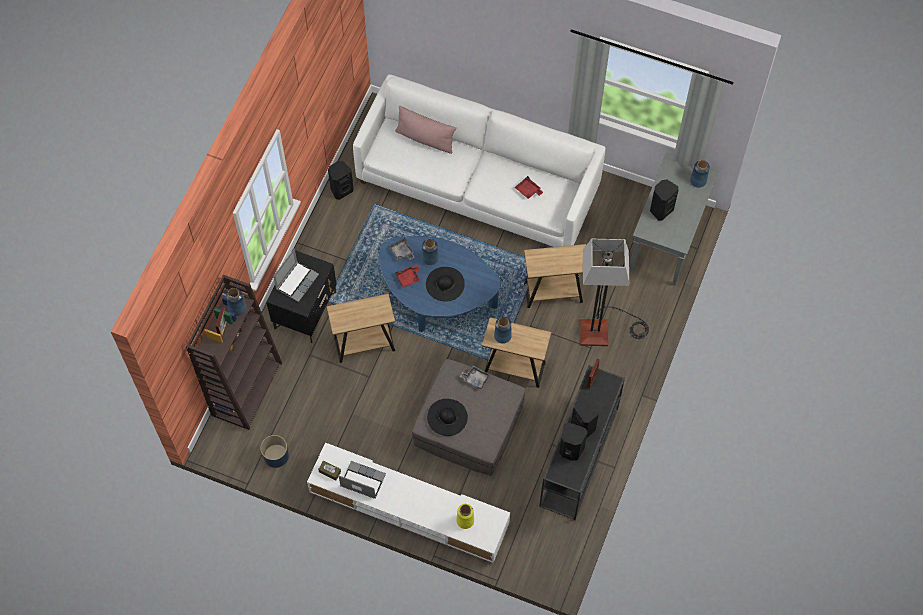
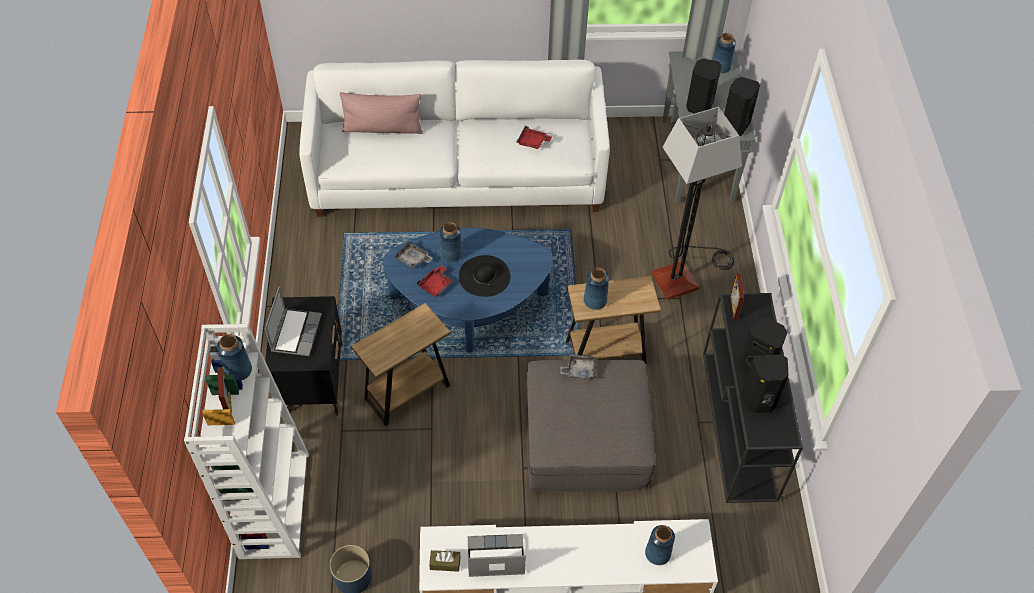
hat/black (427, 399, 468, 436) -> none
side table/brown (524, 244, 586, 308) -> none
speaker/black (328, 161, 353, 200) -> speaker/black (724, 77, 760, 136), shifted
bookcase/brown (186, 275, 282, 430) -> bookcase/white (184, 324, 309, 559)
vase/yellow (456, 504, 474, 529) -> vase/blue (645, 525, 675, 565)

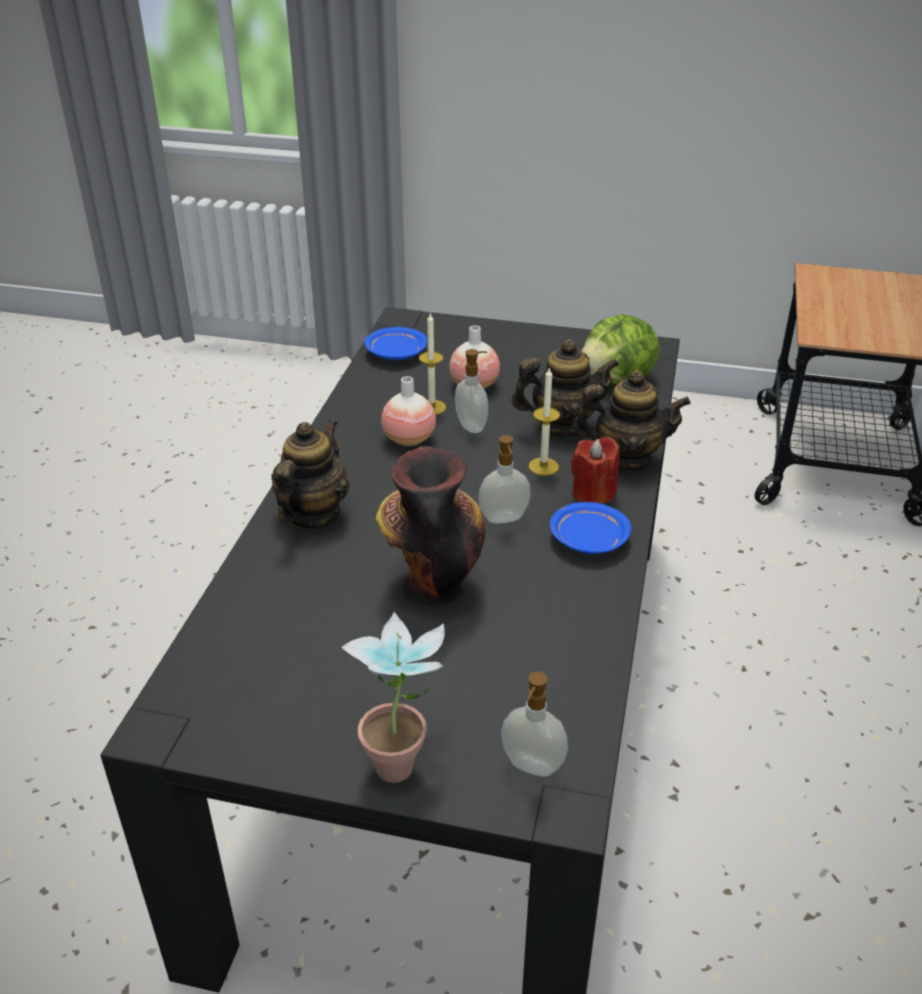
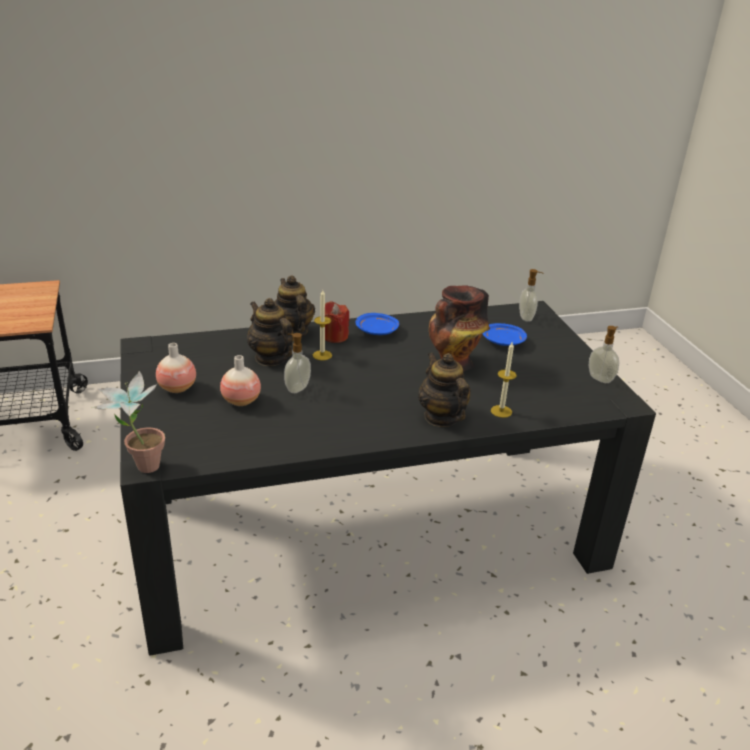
lettuce (582, 314, 660, 384) -> none
potted plant (342, 612, 445, 783) -> potted plant (92, 371, 165, 473), shifted
plate/blue (364, 327, 427, 360) -> plate/blue (482, 323, 527, 346), shifted
vase (381, 376, 436, 446) -> vase (156, 343, 196, 393), shifted
candle (419, 312, 446, 415) -> candle (491, 342, 517, 418), shifted
soap dispenser (478, 435, 531, 524) -> soap dispenser (589, 326, 619, 383), shifted
teapot (271, 419, 350, 529) -> teapot (418, 353, 471, 427), 75 degrees clockwise

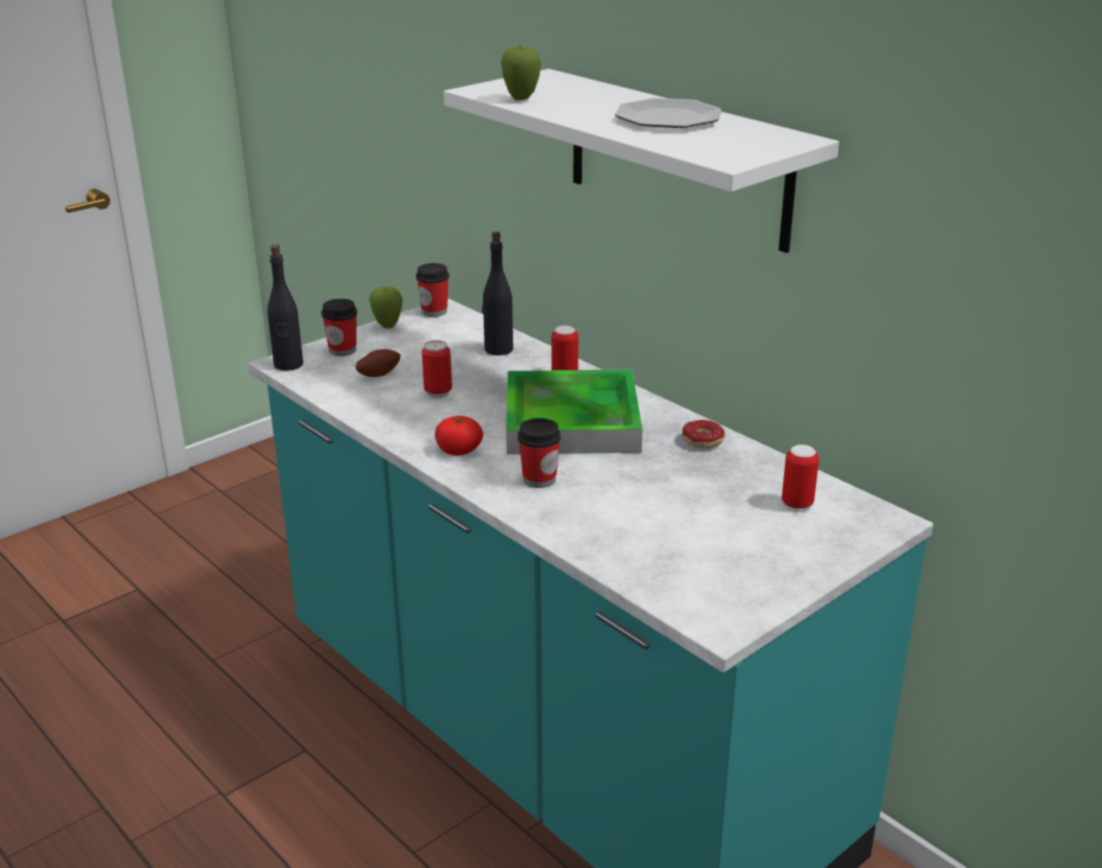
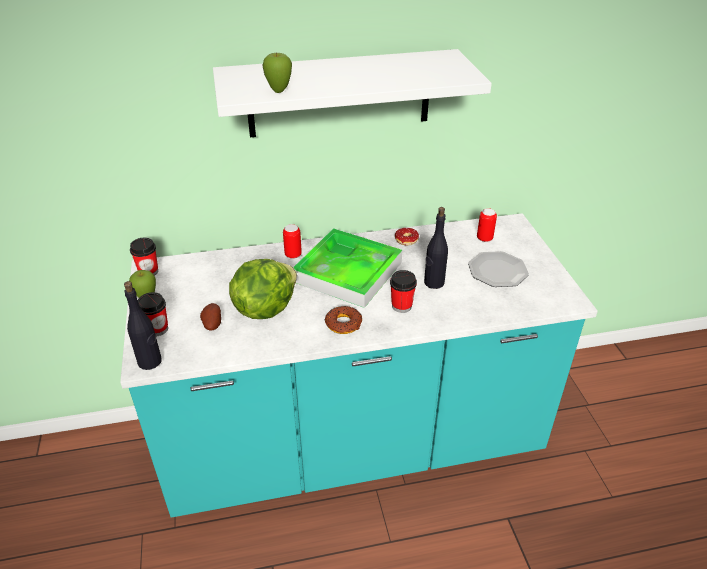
bottle/black (482, 231, 513, 356) -> bottle/black (424, 207, 448, 289), shifted
plate (615, 98, 721, 128) -> plate (468, 251, 529, 287), shifted
can (422, 340, 452, 398) -> lettuce (229, 259, 297, 319)
tomato (435, 416, 483, 456) -> donut (325, 306, 362, 334)

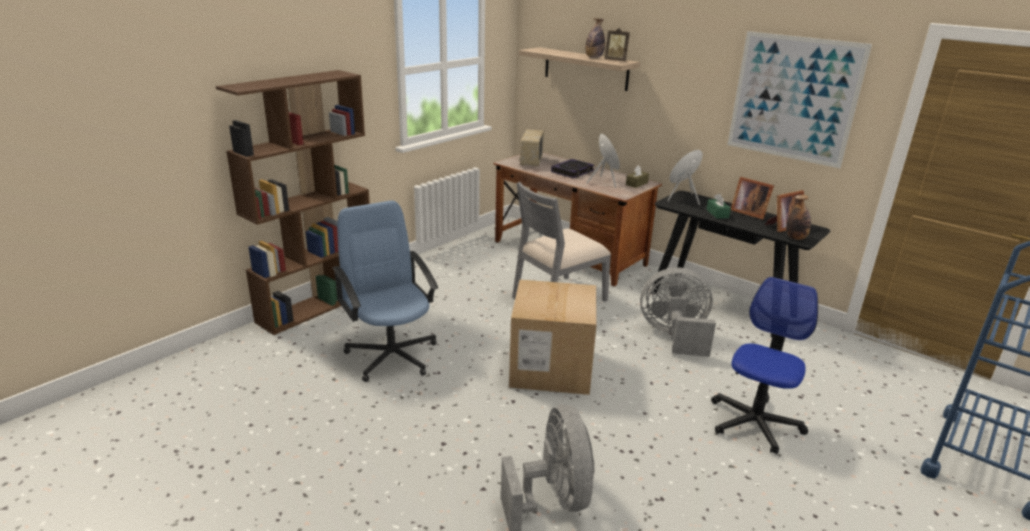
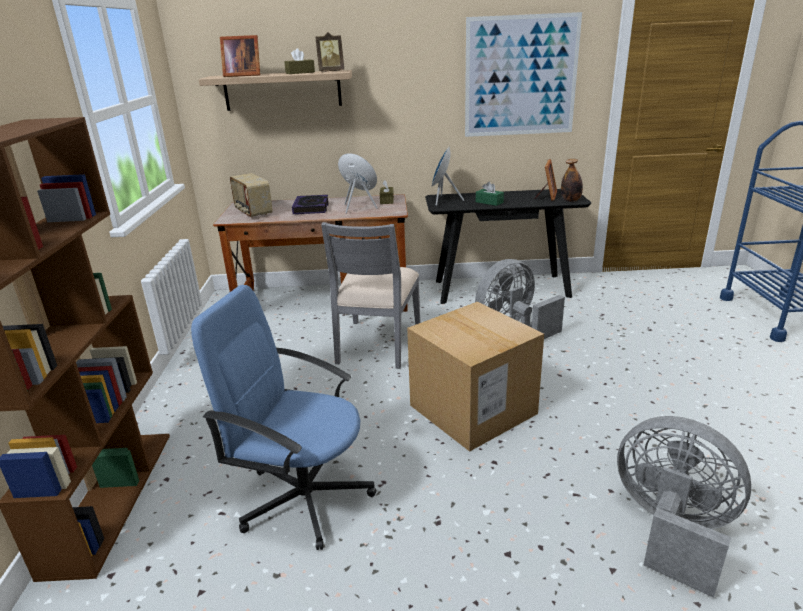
office chair (711, 277, 818, 455) -> none
picture frame (731, 177, 774, 220) -> picture frame (220, 35, 260, 77), shifted
bottle (585, 18, 605, 58) -> tissue box/brown (284, 48, 315, 74)

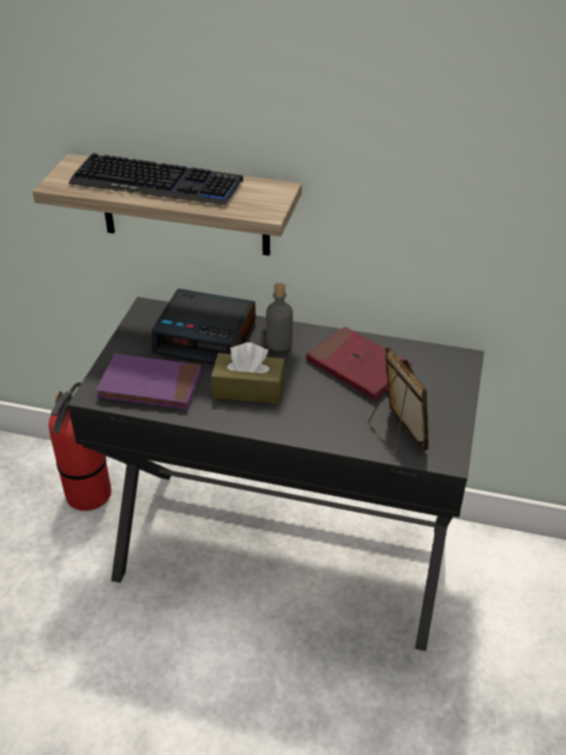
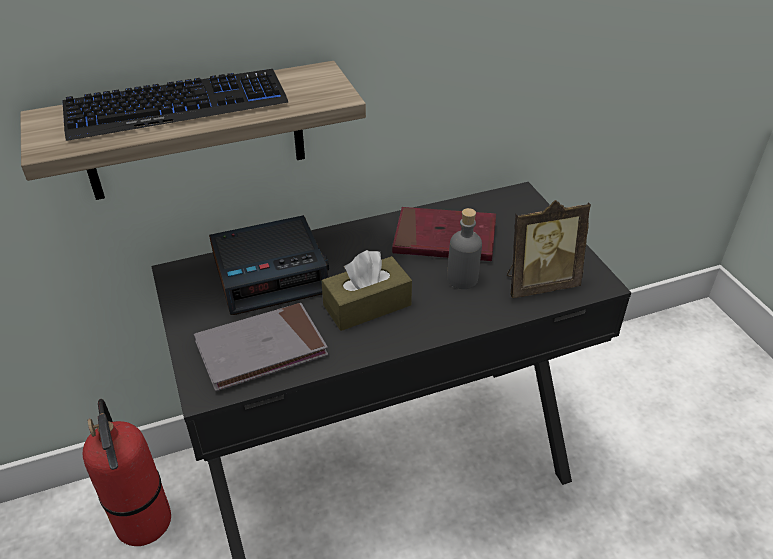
bottle/grey (266, 283, 293, 351) -> bottle/grey (447, 208, 482, 289), shifted
book/purple (96, 353, 202, 410) -> book/grey (194, 303, 328, 391)
picture frame (369, 346, 429, 456) -> picture frame (507, 200, 591, 298), 135 degrees clockwise

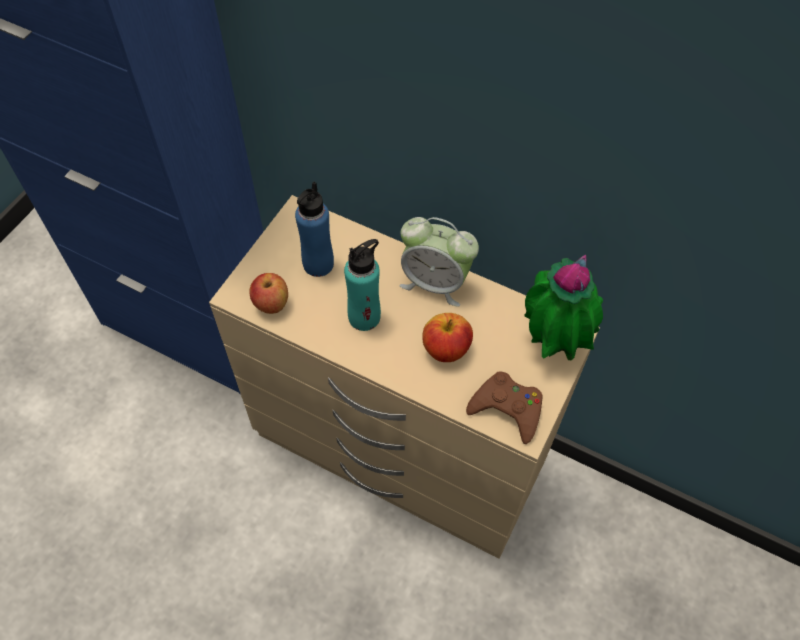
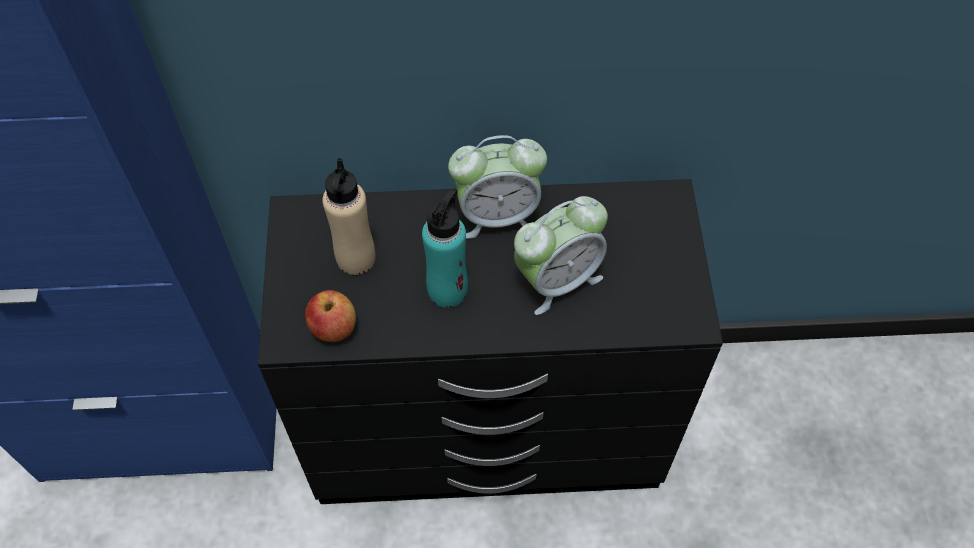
game controller/brown (466, 371, 542, 444) -> none
potted plant (524, 255, 603, 360) -> none
apple (422, 313, 473, 362) -> alarm clock (514, 196, 608, 315)
dresser/beige (209, 195, 600, 559) -> dresser/black (258, 179, 723, 504)
bottle/blue (295, 182, 334, 277) -> bottle/beige (322, 158, 376, 275)

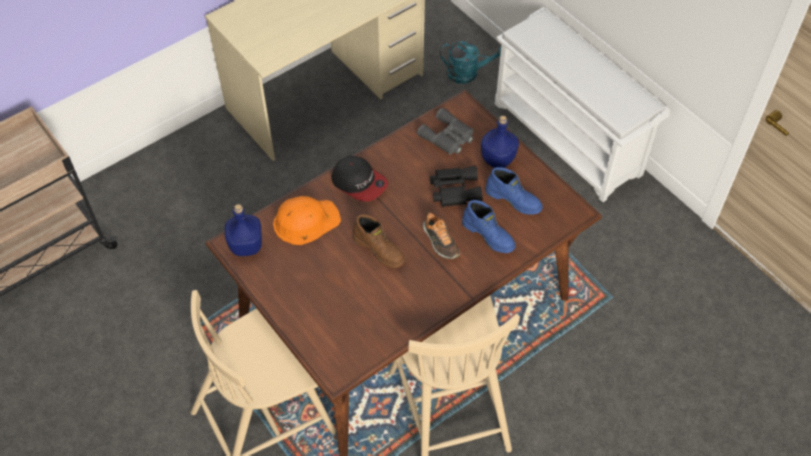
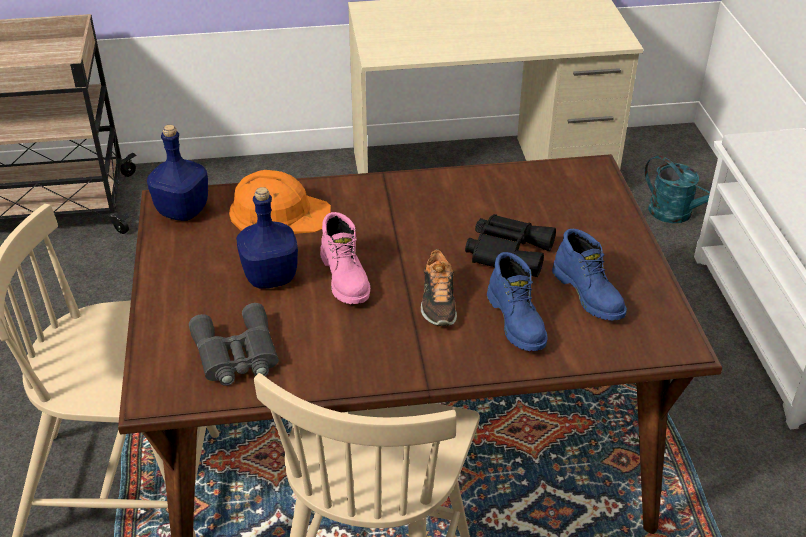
cap (331, 156, 388, 202) -> none
binoculars/grey (417, 108, 474, 154) -> binoculars/grey (189, 303, 279, 386), shifted
bottle/blue (481, 116, 519, 168) -> bottle/blue (236, 187, 298, 289), shifted
boot/brown (353, 214, 405, 268) -> boot/pink (320, 212, 370, 304)

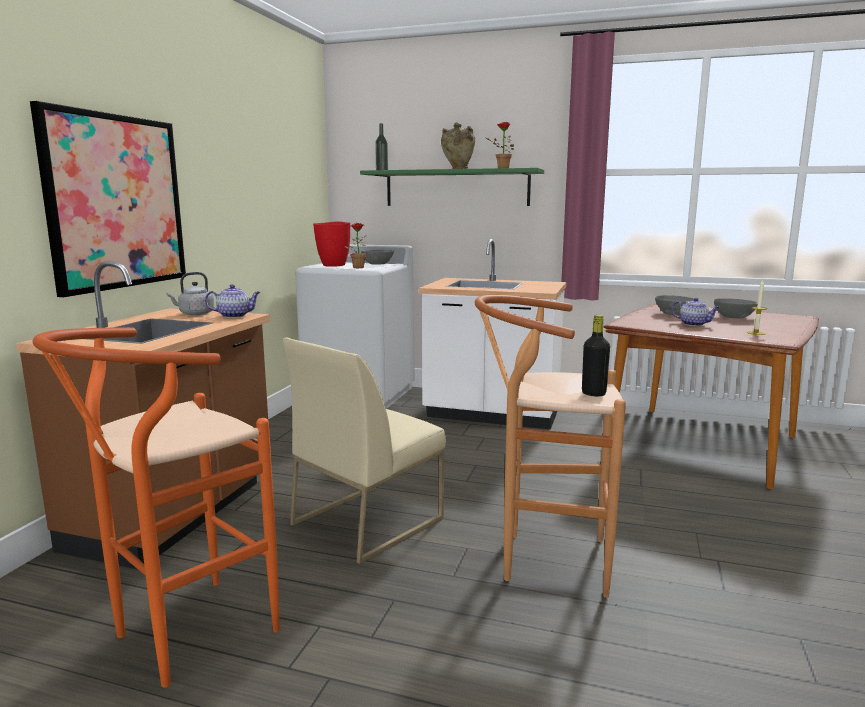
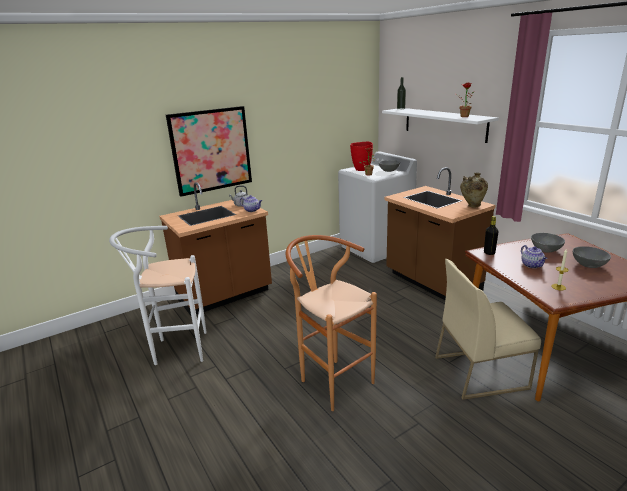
chair/beige (283, 338, 446, 564) -> chair/beige (435, 259, 541, 400), shifted
vase/beige (441, 122, 475, 169) -> vase/beige (460, 173, 488, 207), shifted
bottle/black (582, 315, 610, 396) -> bottle/black (484, 216, 499, 255), shifted
stool/orange (33, 327, 280, 688) -> stool/white (109, 226, 207, 365)
shelf/green (360, 168, 544, 206) -> shelf/white (382, 108, 499, 143)
counter/white (419, 239, 566, 430) -> counter/brown (384, 167, 495, 300)

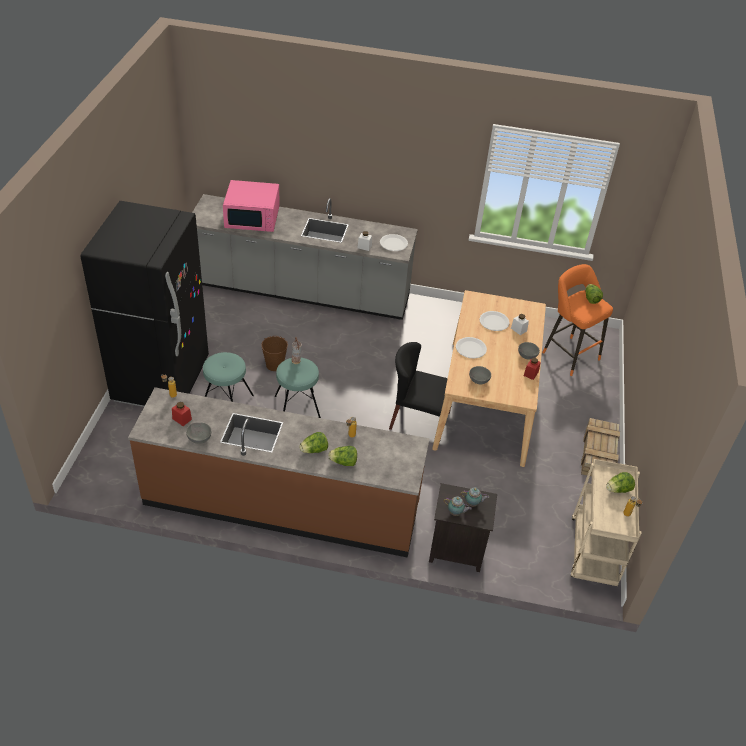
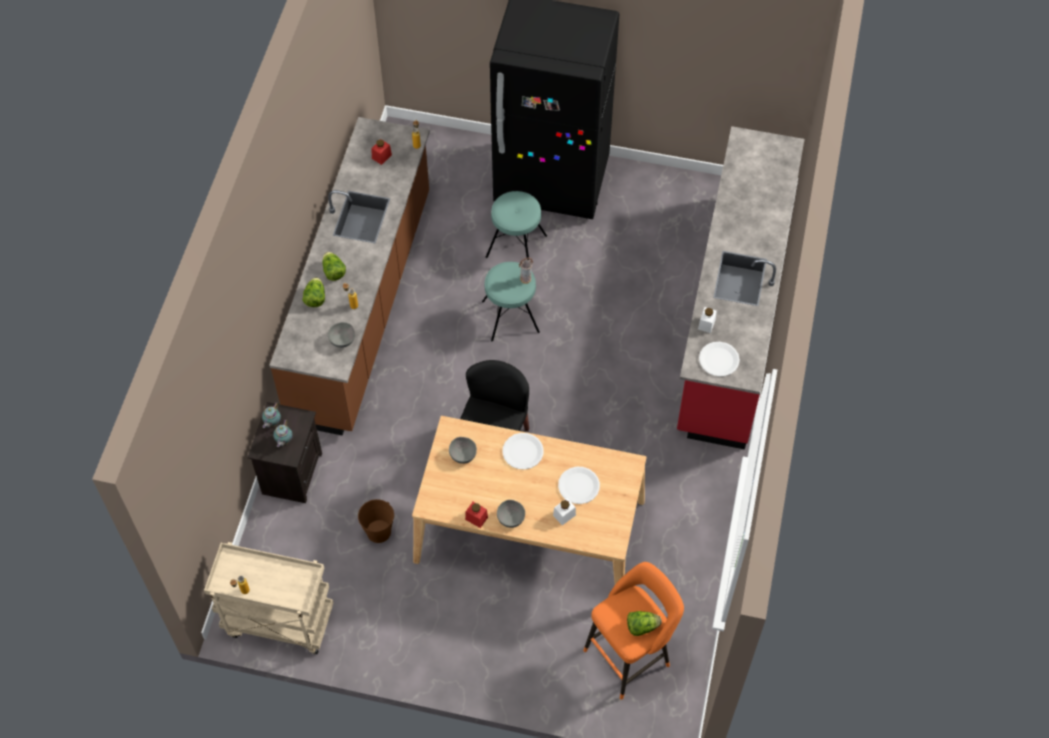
microwave/pink (223, 180, 280, 232) -> none
crate (581, 418, 620, 477) -> none
lettuce (606, 472, 635, 493) -> none
bowl/grey (186, 422, 211, 444) -> bowl/grey (328, 322, 355, 348), shifted
bucket/brown (261, 336, 288, 371) -> bucket/brown (358, 499, 394, 543), shifted
counter/grey (192, 194, 418, 320) -> counter/red (677, 126, 805, 449)

